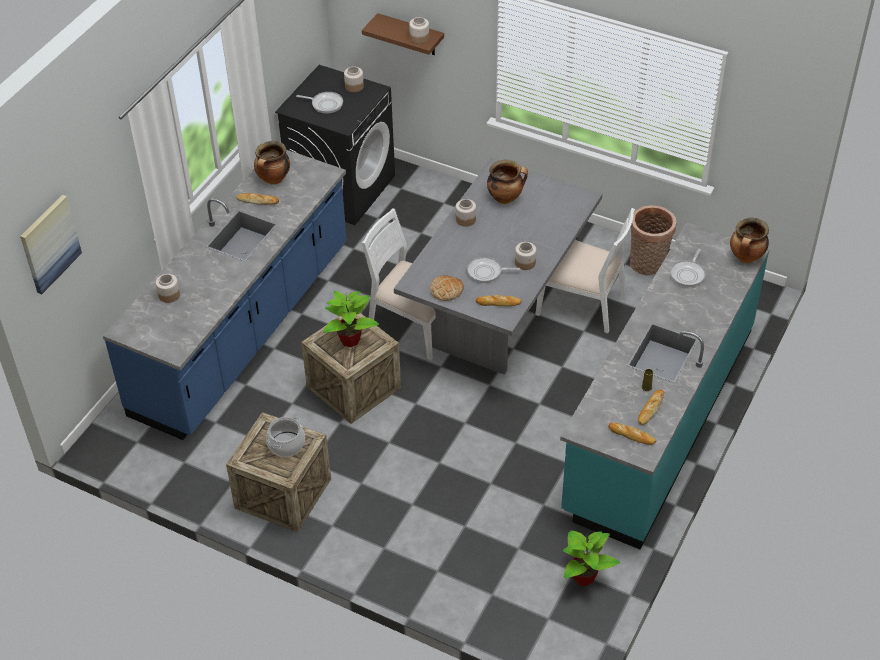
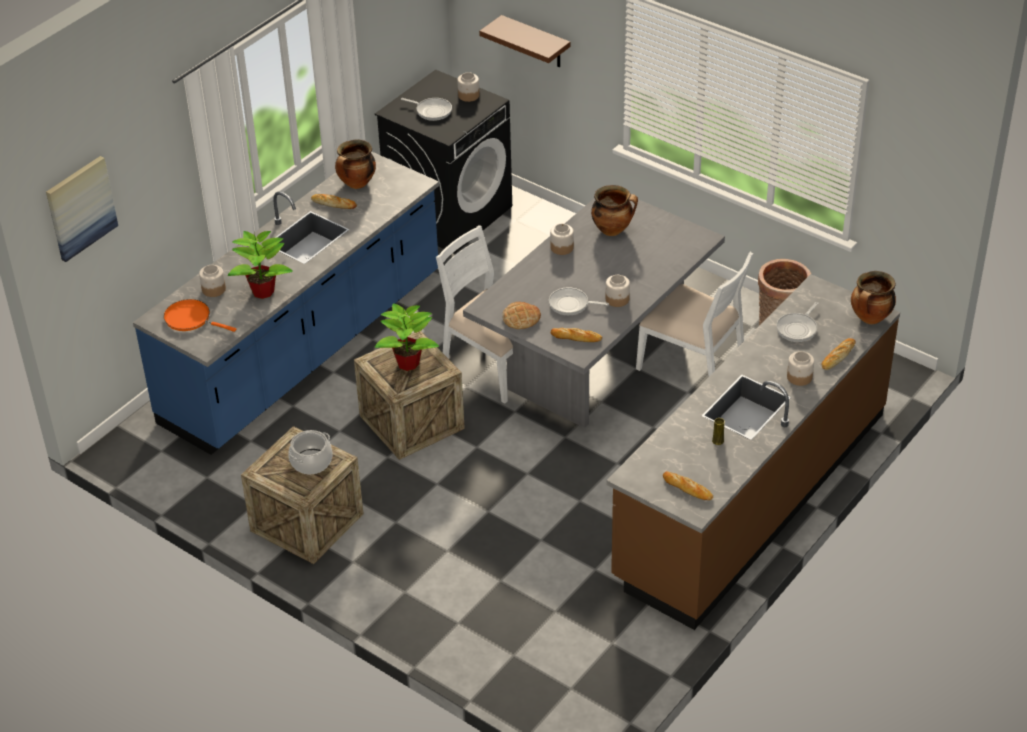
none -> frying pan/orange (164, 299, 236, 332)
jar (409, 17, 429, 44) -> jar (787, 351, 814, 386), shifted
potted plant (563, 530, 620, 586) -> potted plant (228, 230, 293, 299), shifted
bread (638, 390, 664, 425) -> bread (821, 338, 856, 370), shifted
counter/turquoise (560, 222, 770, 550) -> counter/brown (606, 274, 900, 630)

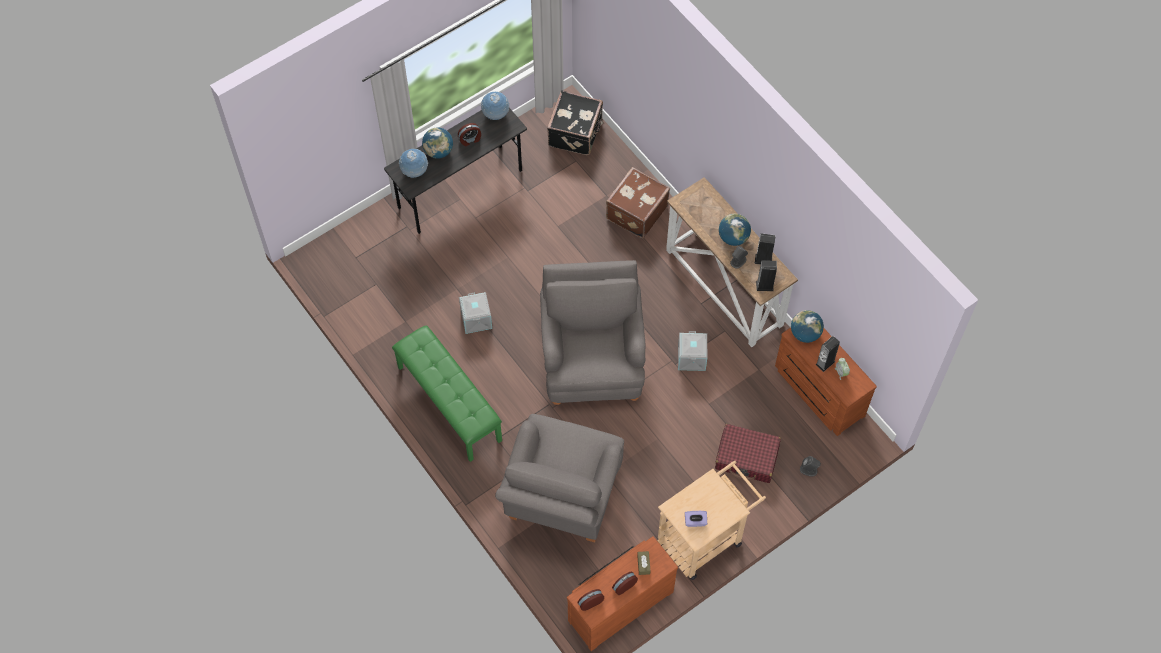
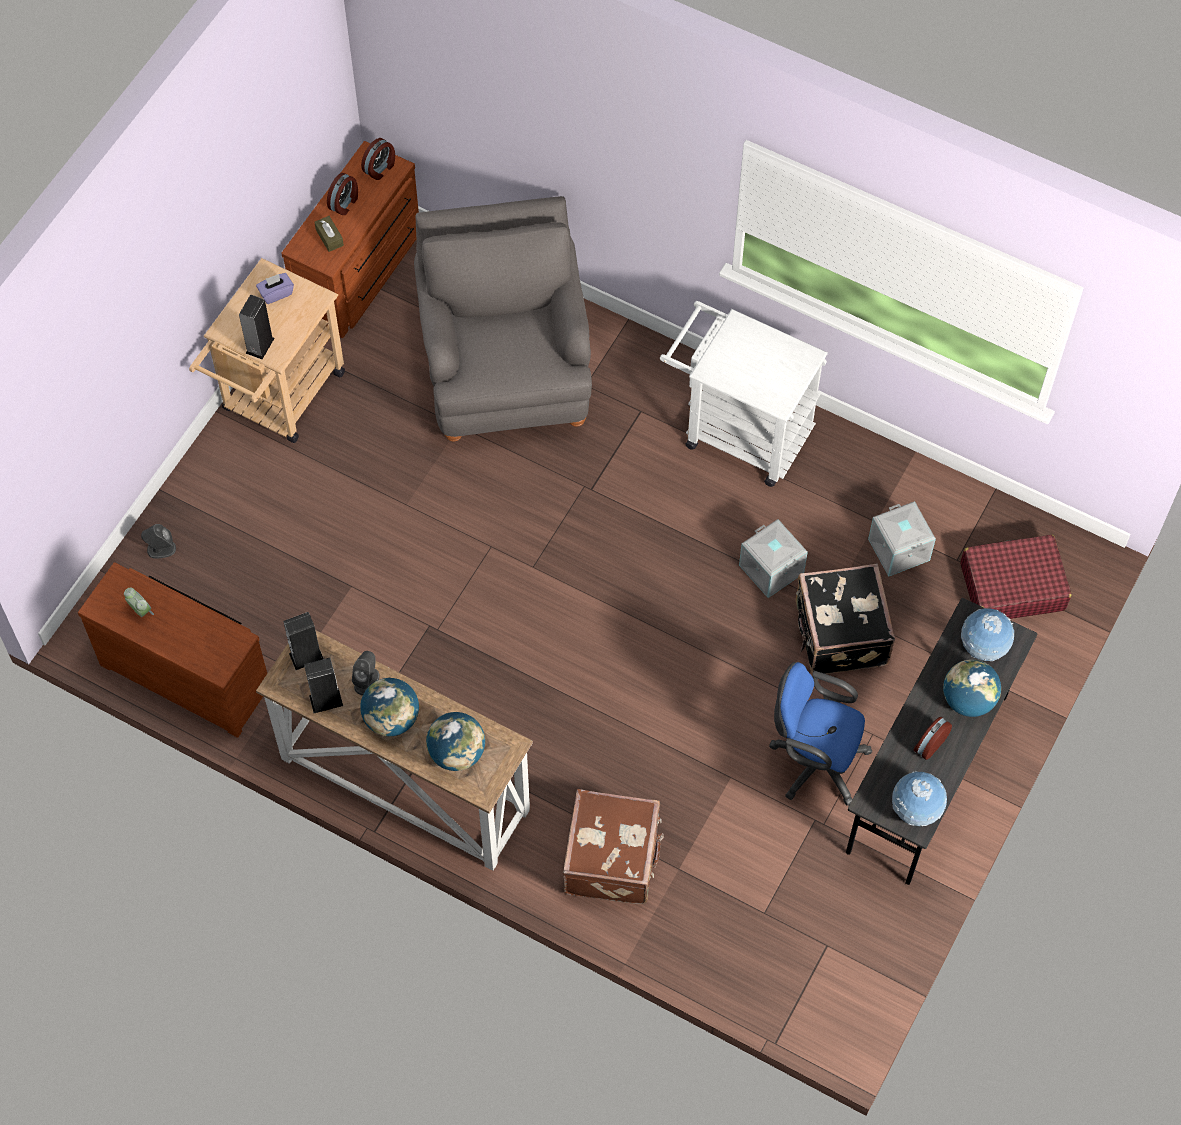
armchair/grey (540, 260, 645, 405) -> none
none -> office chair/blue (769, 662, 873, 806)
suitcase/black (547, 90, 604, 155) -> suitcase/black (796, 564, 895, 674), shifted
storage box/grey (678, 331, 707, 371) -> storage box/grey (868, 501, 936, 577), shifted
suitcase/red (715, 424, 781, 483) -> suitcase/red (960, 534, 1072, 619), shifted
globe (791, 310, 824, 343) -> globe (426, 712, 485, 771), shifted
speaker (815, 336, 840, 372) -> speaker (239, 295, 274, 359), shifted
bench/green (392, 326, 502, 462) -> cart/white (660, 301, 828, 487)

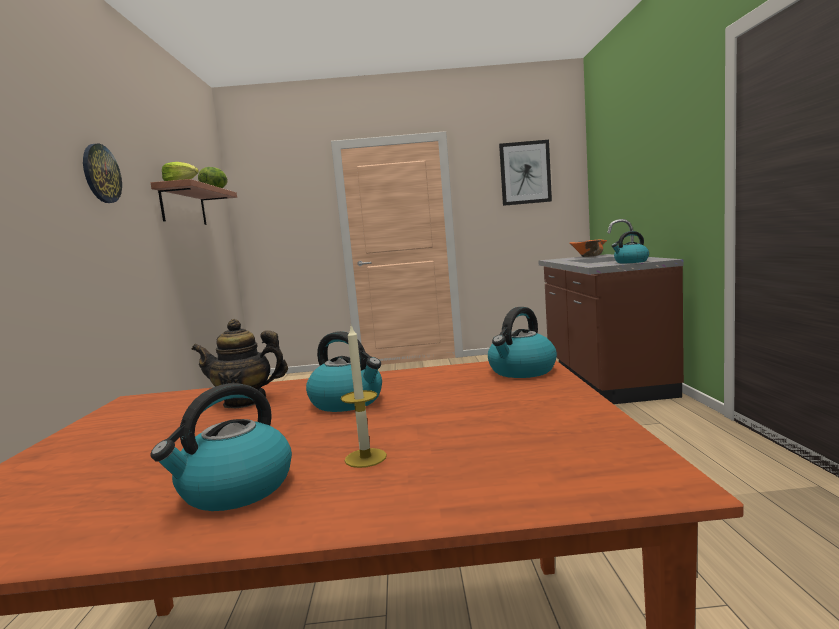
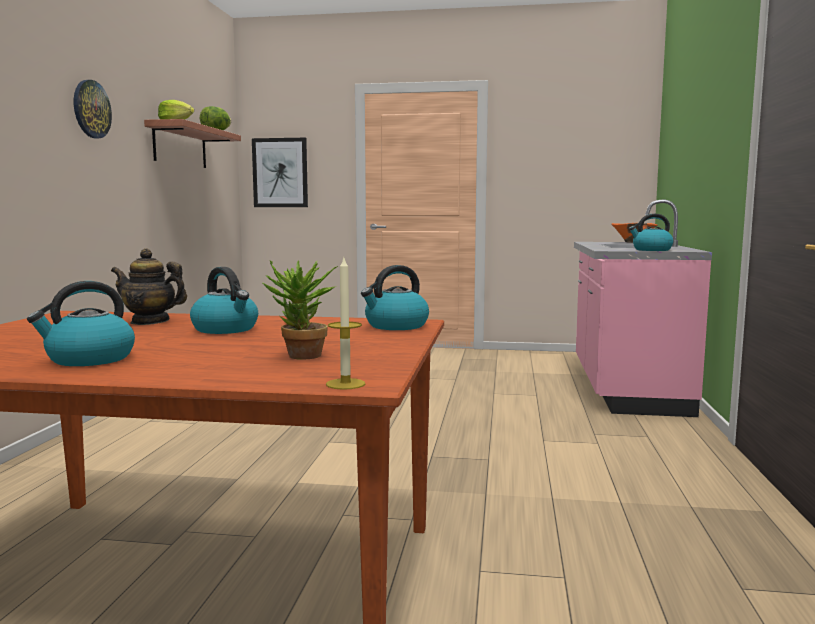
none -> potted plant (262, 260, 338, 360)
candle (341, 326, 387, 468) -> candle (326, 258, 365, 390), shifted
picture (499, 140, 552, 206) -> picture (252, 138, 308, 207), shifted
counter/brown (538, 219, 684, 404) -> counter/pink (574, 200, 712, 417)

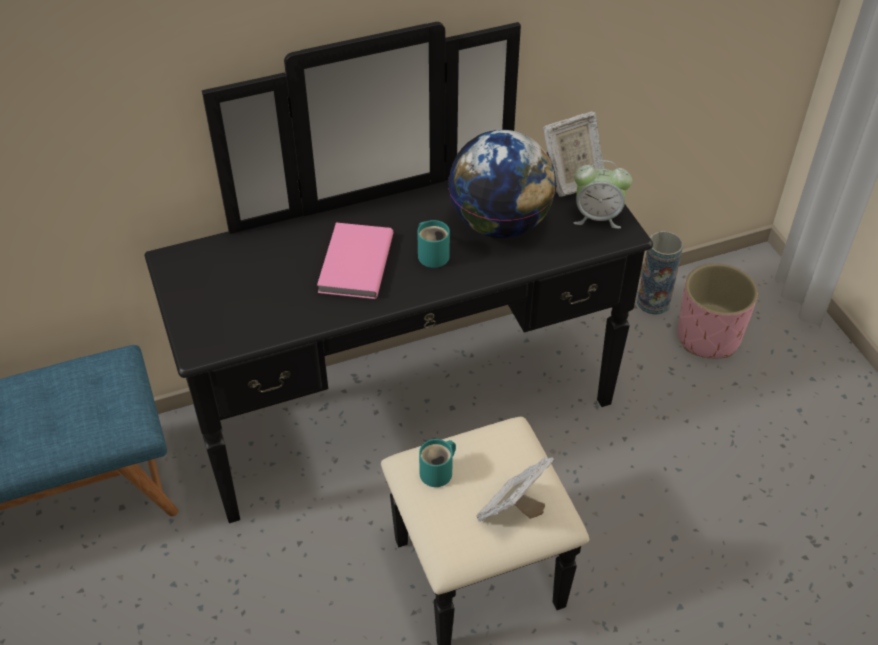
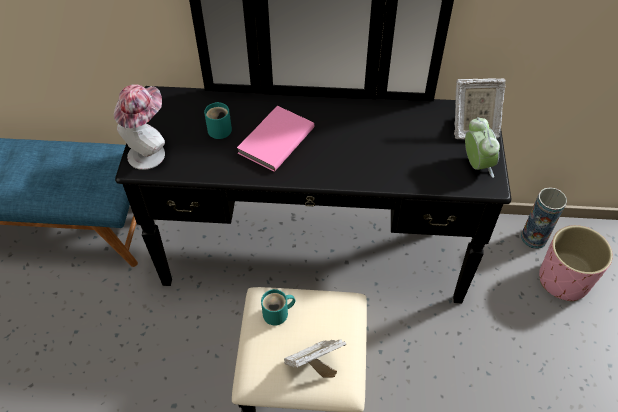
globe (448, 130, 556, 238) -> none
none -> hat (114, 84, 165, 170)
mug/turquoise (417, 220, 450, 268) -> mug/turquoise (204, 102, 232, 139), shifted
alarm clock (574, 160, 632, 229) -> alarm clock (465, 117, 500, 178), 135 degrees counterclockwise

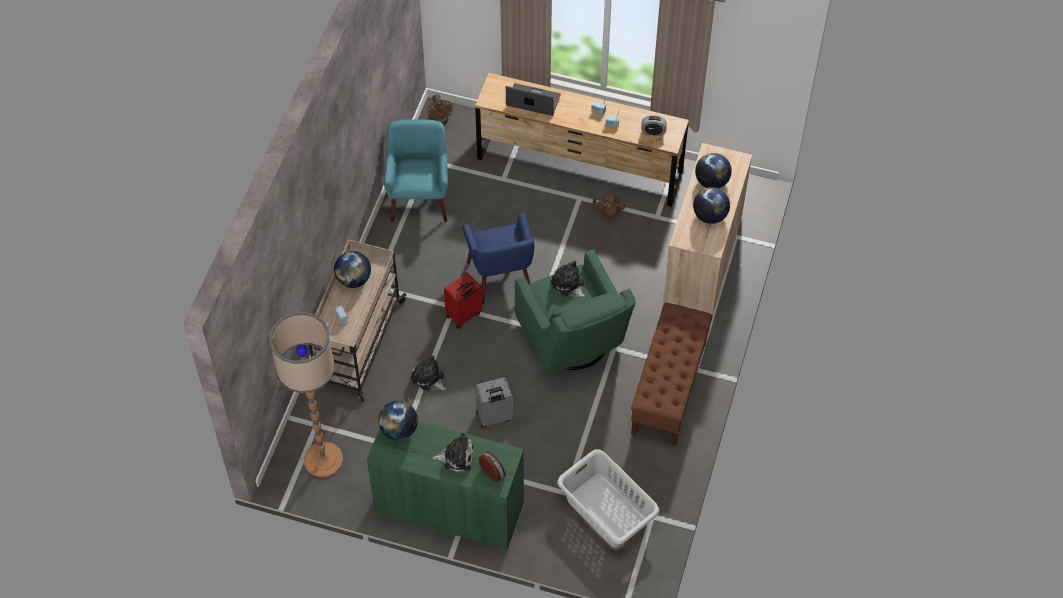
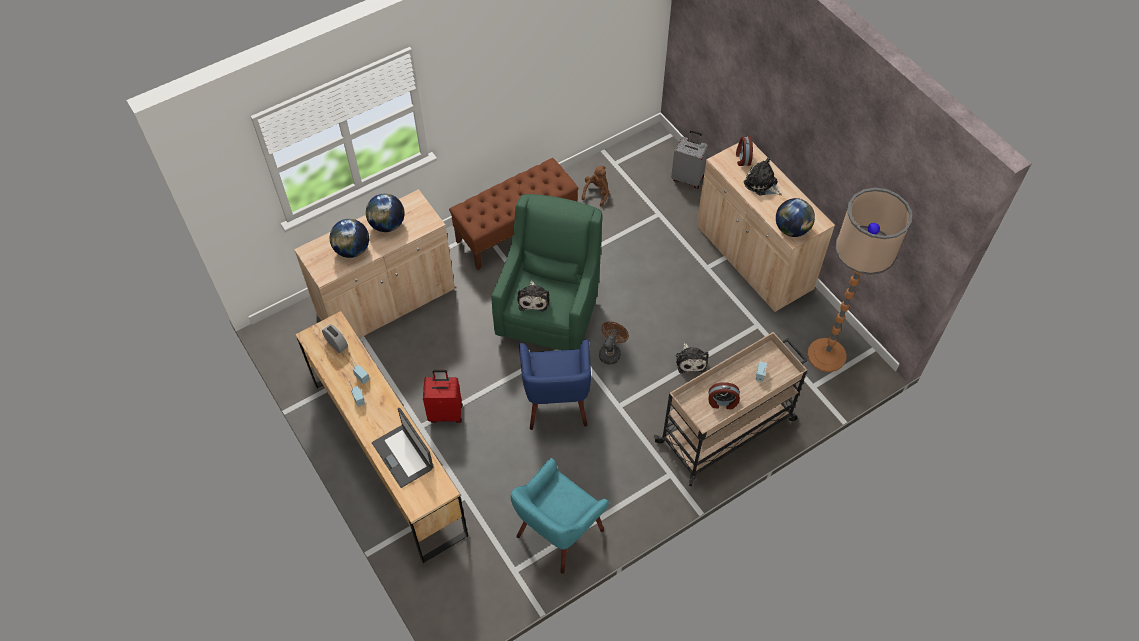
laundry basket/grey (557, 449, 659, 548) -> none
fan/brown (427, 94, 453, 125) -> fan/brown (599, 321, 629, 365), shifted
suitcase/red (444, 273, 483, 329) -> suitcase/red (423, 370, 463, 423), shifted
suitcase/grey (475, 377, 513, 428) -> suitcase/grey (671, 130, 709, 189), shifted
plush toy/brown (592, 193, 626, 217) -> plush toy/brown (582, 166, 609, 206), shifted
globe (334, 251, 371, 288) -> alarm clock (708, 382, 740, 409)
cabinet/green (367, 421, 524, 550) -> cabinet/beige (696, 143, 835, 312)
armchair/blue (463, 212, 534, 304) -> armchair/blue (519, 339, 591, 430), 150 degrees clockwise

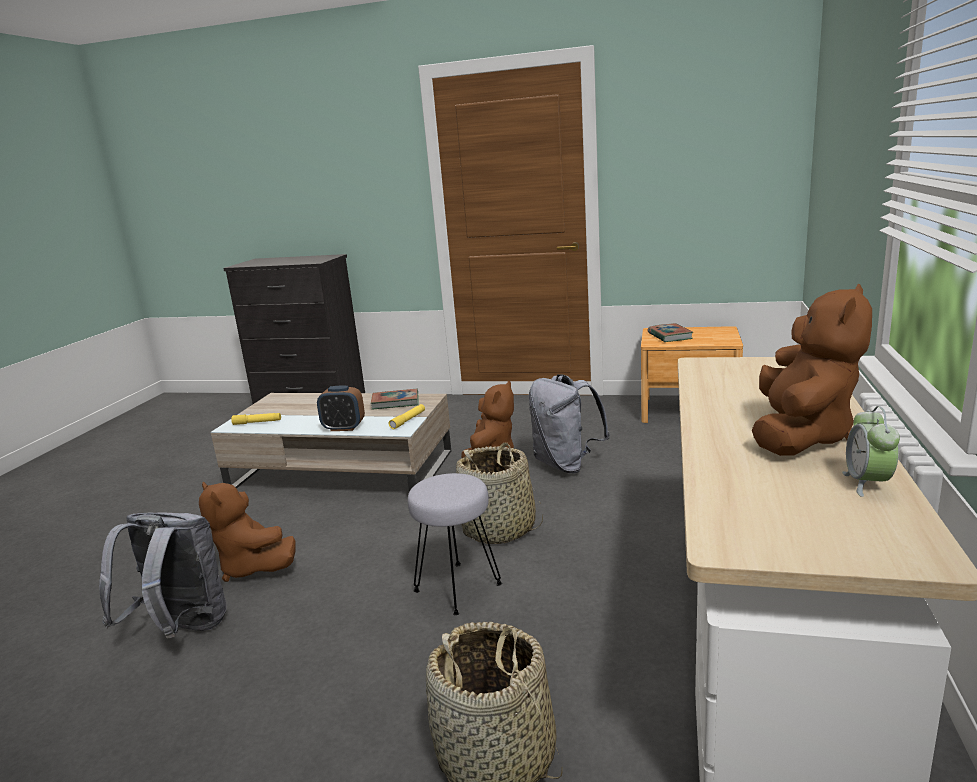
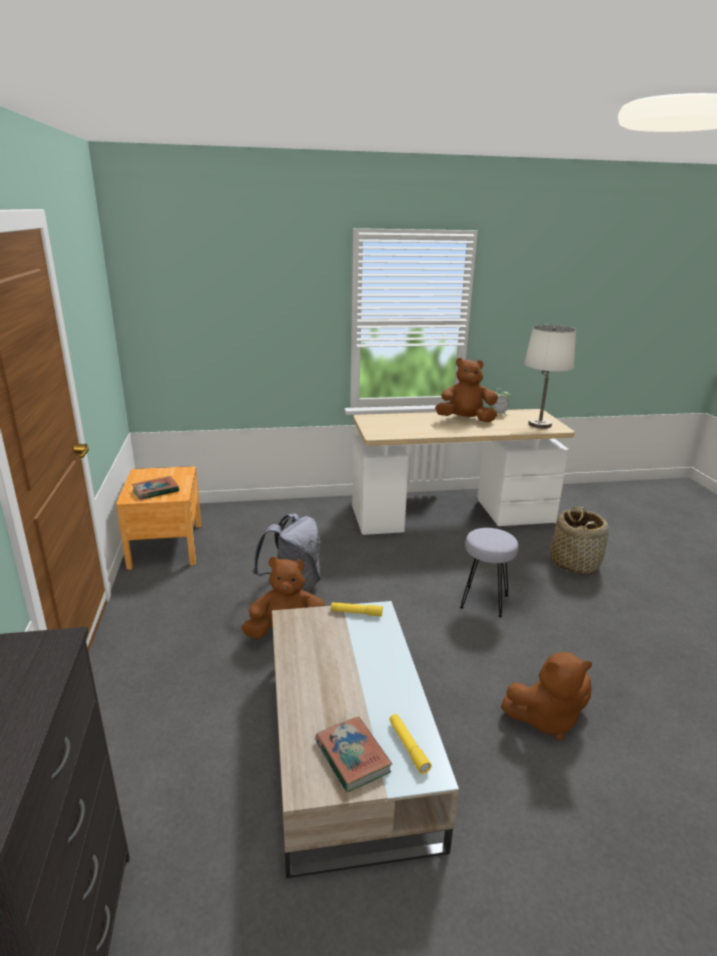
backpack/grey (99, 512, 226, 638) -> none
alarm clock (317, 386, 365, 431) -> none
basket (456, 443, 543, 544) -> none
none -> table lamp/white (524, 325, 576, 428)
book (371, 388, 419, 410) -> book (315, 716, 392, 792), shifted
plush toy/brown (199, 481, 296, 582) -> plush toy/brown (501, 652, 592, 741), 60 degrees clockwise

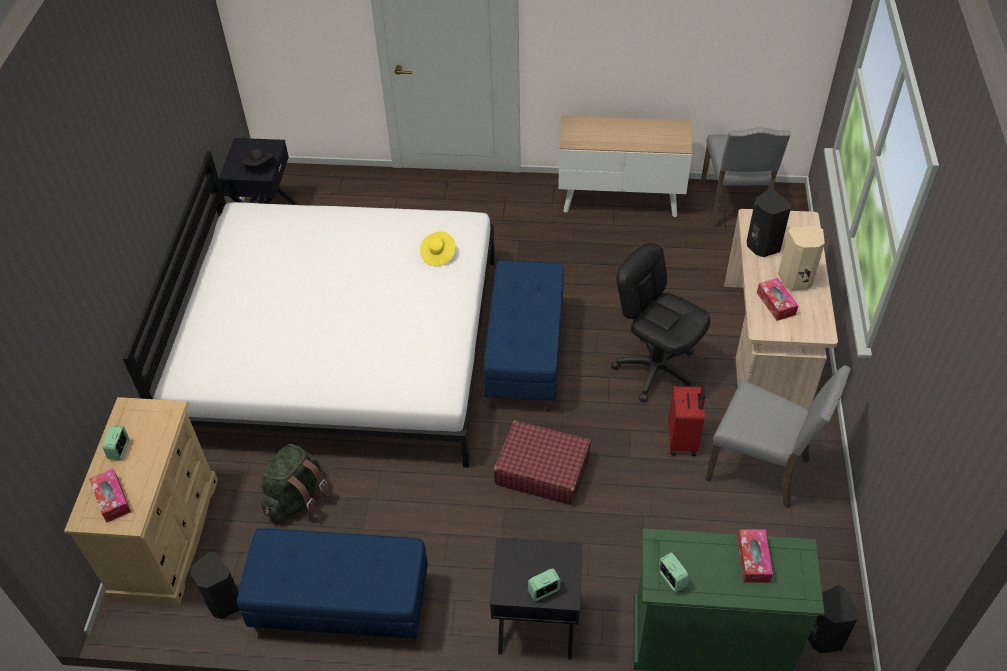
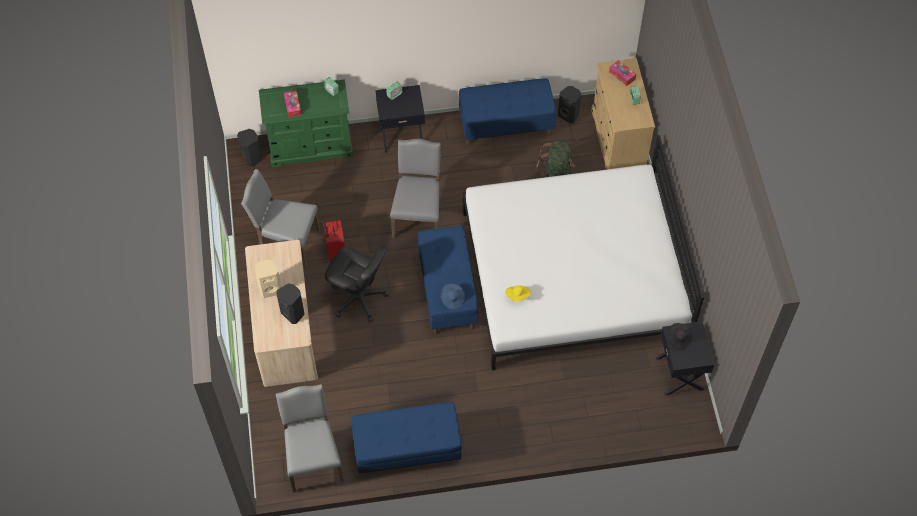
tissue box (757, 278, 798, 321) -> none
none -> hat/blue (441, 284, 465, 310)
suitcase/red (494, 421, 591, 505) -> chair/grey (390, 139, 441, 239)
cabinet (558, 116, 692, 217) -> bench/blue (351, 402, 462, 476)

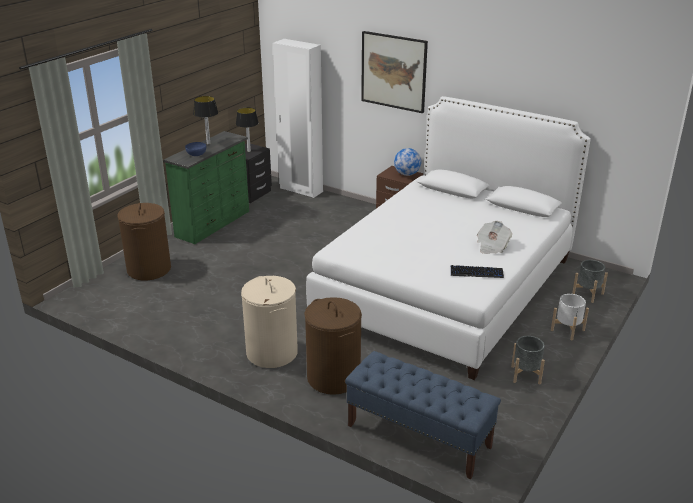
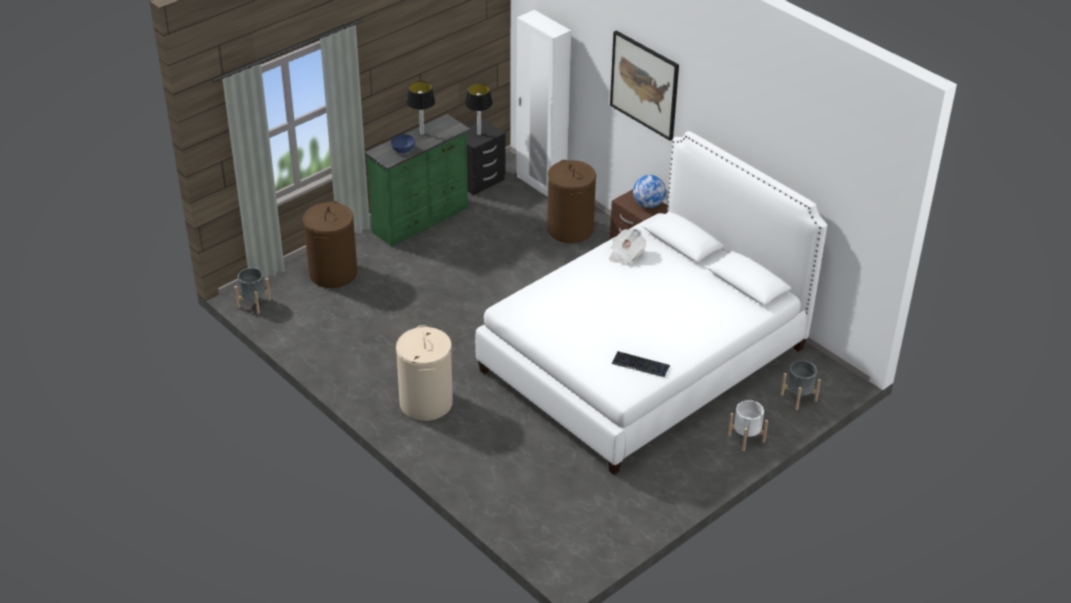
bench/blue (345, 351, 501, 479) -> none
laundry basket/brown (304, 297, 362, 395) -> laundry basket/brown (547, 160, 596, 243), shifted
newspaper (477, 221, 512, 254) -> newspaper (609, 229, 646, 265), shifted
planter/grey (511, 336, 545, 384) -> planter/grey (234, 268, 271, 314), shifted

